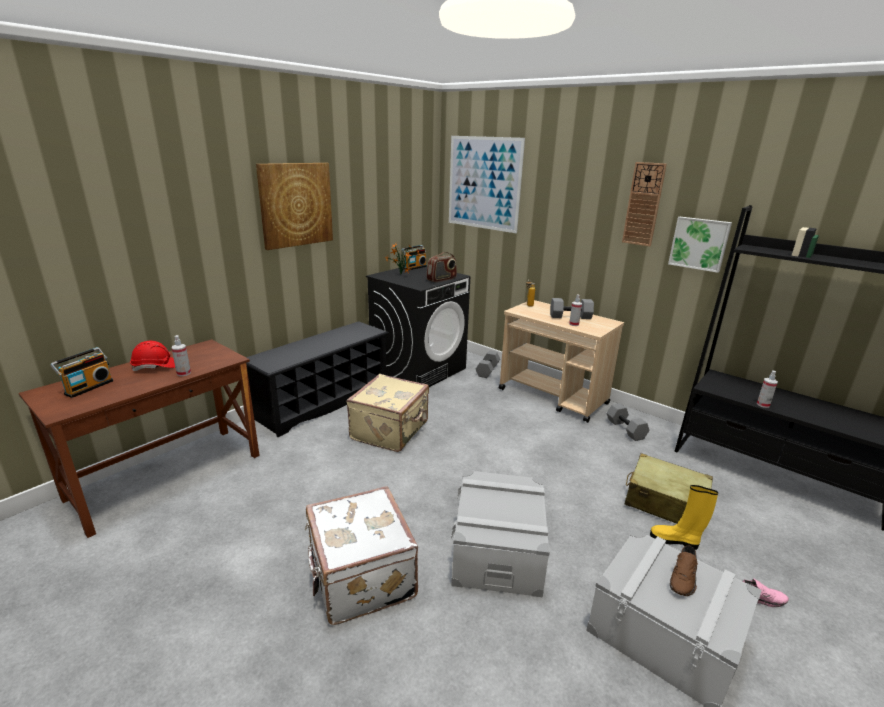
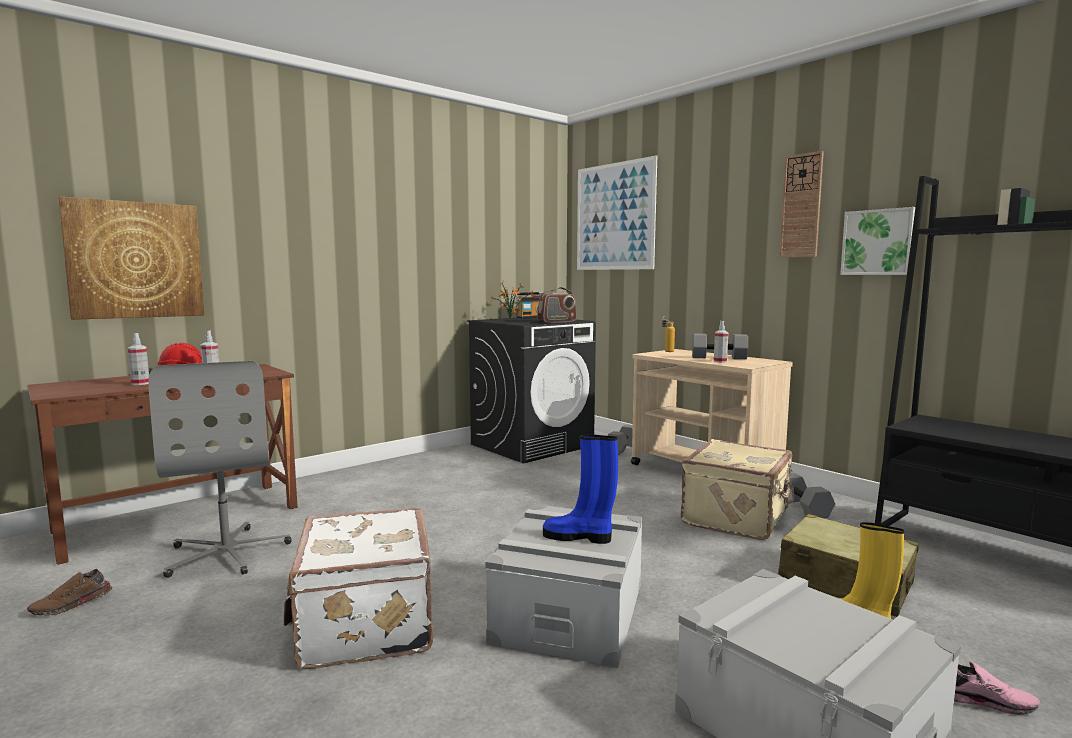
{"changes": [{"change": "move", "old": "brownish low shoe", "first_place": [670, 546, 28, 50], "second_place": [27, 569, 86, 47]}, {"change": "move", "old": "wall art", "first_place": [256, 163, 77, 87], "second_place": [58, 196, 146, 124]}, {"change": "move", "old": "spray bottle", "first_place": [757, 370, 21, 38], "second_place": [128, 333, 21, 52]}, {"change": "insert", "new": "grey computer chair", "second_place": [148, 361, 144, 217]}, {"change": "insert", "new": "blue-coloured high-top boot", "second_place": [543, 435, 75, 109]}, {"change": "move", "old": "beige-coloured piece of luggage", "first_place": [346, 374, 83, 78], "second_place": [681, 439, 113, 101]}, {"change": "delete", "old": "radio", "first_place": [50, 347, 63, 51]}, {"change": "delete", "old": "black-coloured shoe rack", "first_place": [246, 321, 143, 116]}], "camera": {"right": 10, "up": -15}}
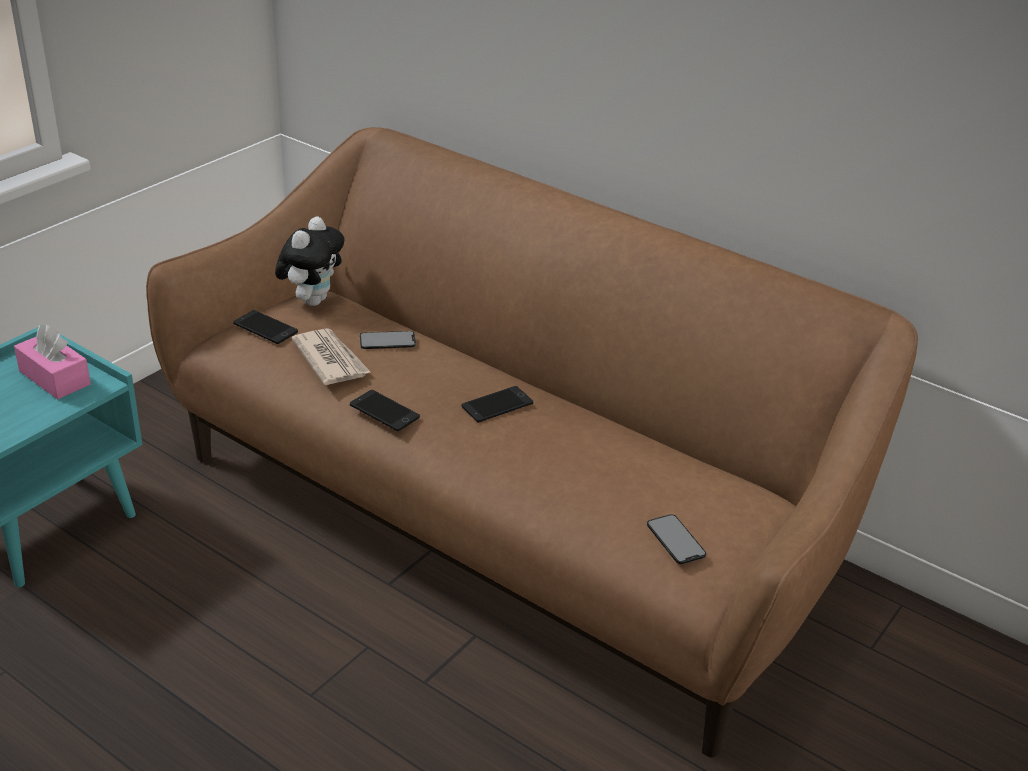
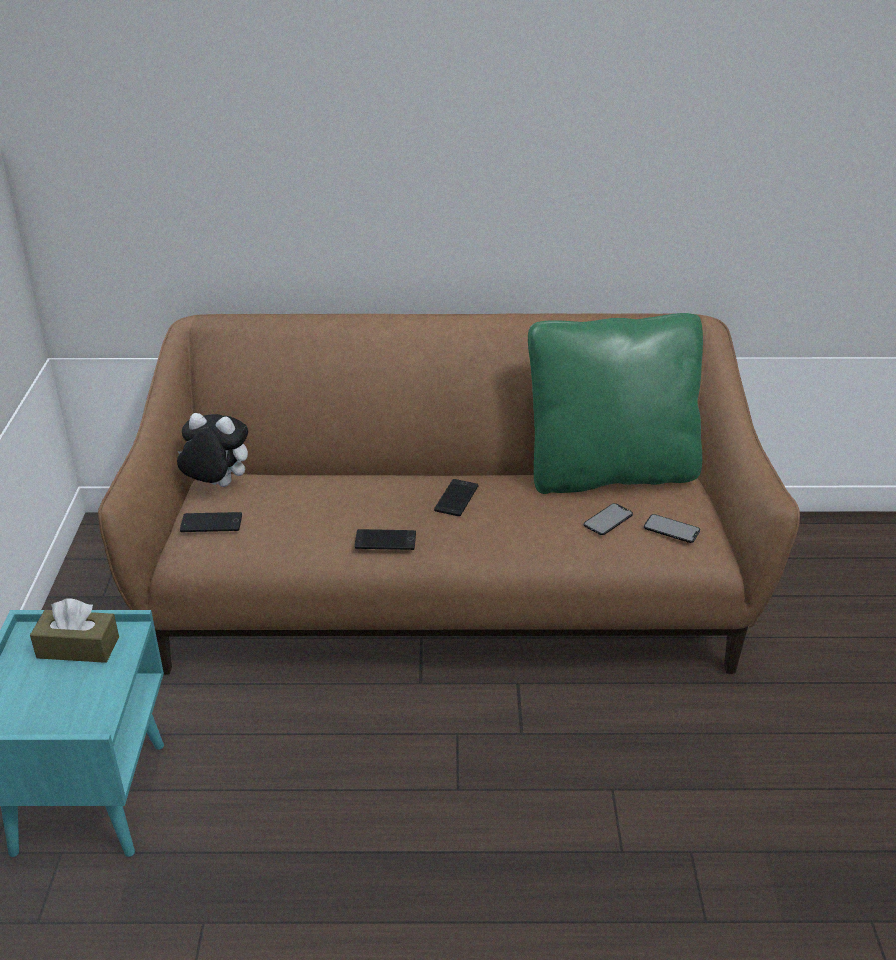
{"changes": [{"change": "recolor", "old": "pinkish tissue holder", "new": "brownish tissue holder", "first_place": [14, 325, 77, 74], "second_place": [30, 598, 89, 65]}, {"change": "rotate", "old": "soft toy", "first_place": [275, 217, 69, 89], "second_place": [177, 413, 71, 74], "degrees": -60}, {"change": "insert", "new": "green cushion", "second_place": [528, 313, 175, 181]}, {"change": "move", "old": "telephone", "first_place": [360, 331, 56, 18], "second_place": [584, 503, 49, 32]}, {"change": "delete", "old": "daily paper", "first_place": [292, 328, 78, 57]}], "camera": {"right": -35, "up": 0}}
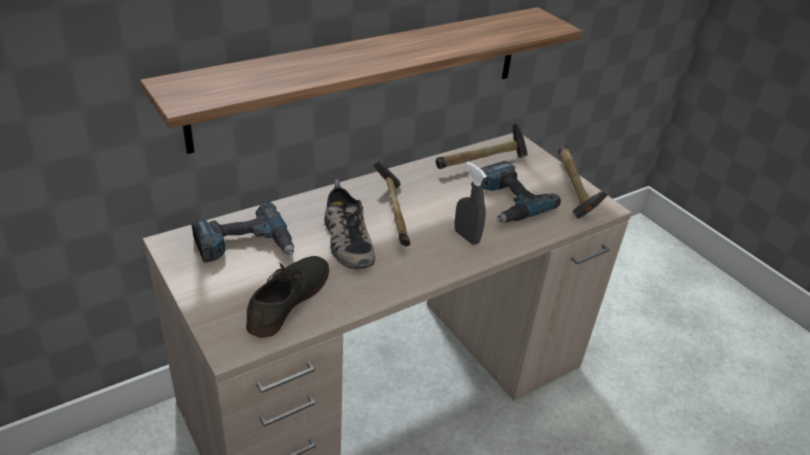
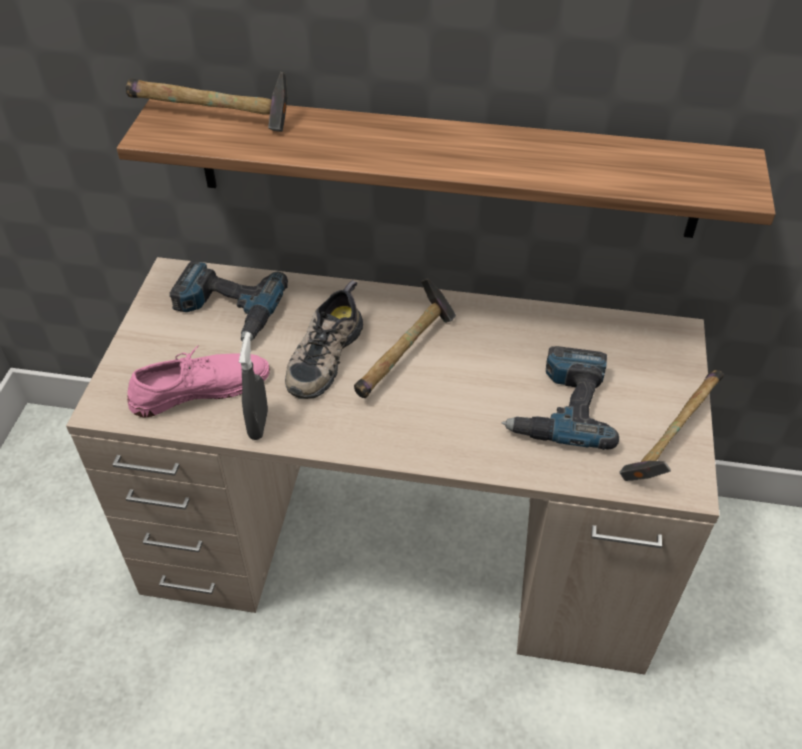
{"changes": [{"change": "move", "old": "tool hammer", "first_place": [436, 124, 92, 45], "second_place": [126, 72, 162, 60]}, {"change": "recolor", "old": "grey low shoe", "new": "pinkish low shoe", "first_place": [246, 256, 83, 82], "second_place": [127, 345, 143, 72]}, {"change": "move", "old": "grey spray bottle", "first_place": [455, 162, 32, 83], "second_place": [239, 332, 29, 108]}], "camera": {"right": 45, "up": 10}}
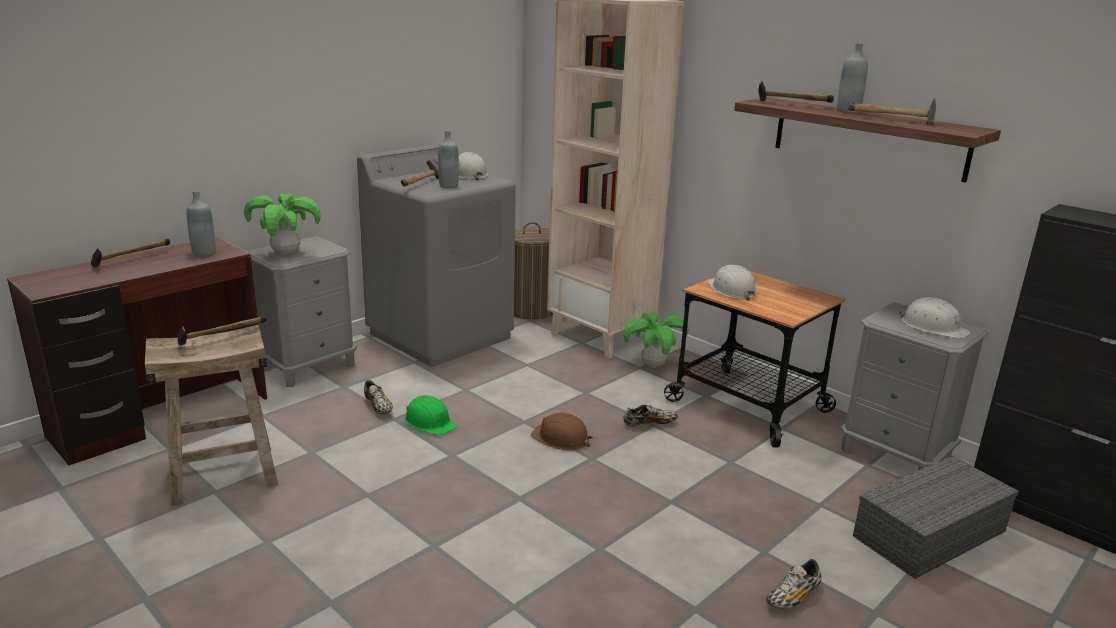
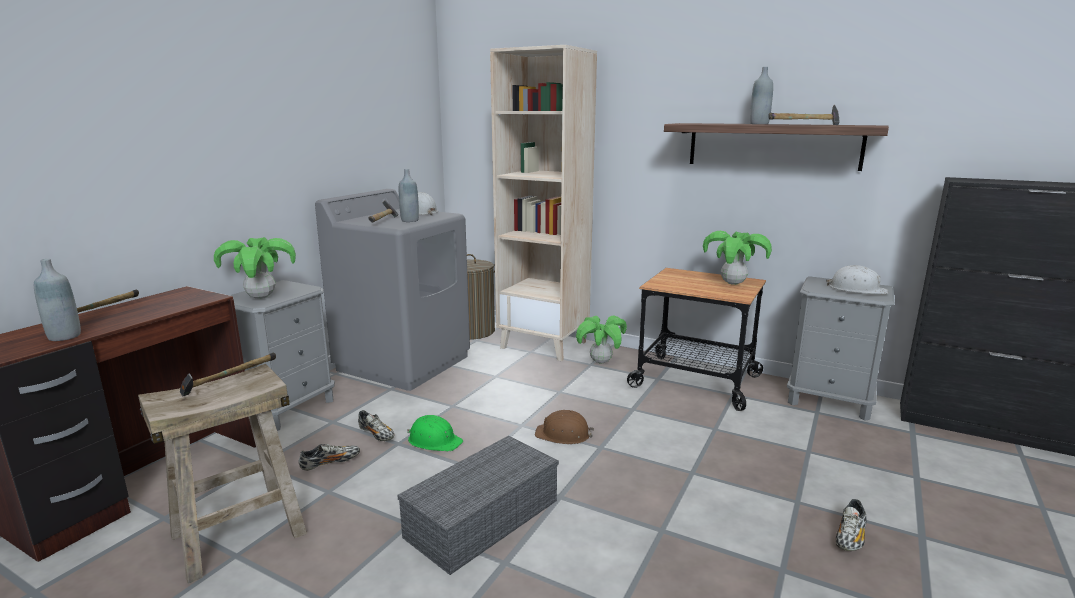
{"changes": [{"change": "move", "old": "grey beverage bottle", "first_place": [187, 191, 29, 65], "second_place": [34, 259, 47, 82]}, {"change": "move", "old": "low shoe", "first_place": [624, 405, 54, 22], "second_place": [299, 443, 61, 28]}, {"change": "move", "old": "grey storage bin", "first_place": [853, 456, 166, 123], "second_place": [397, 436, 162, 139]}, {"change": "insert", "new": "potted plant", "second_place": [703, 231, 69, 54]}, {"change": "delete", "old": "white-coloured safety helmet", "first_place": [707, 265, 50, 36]}, {"change": "delete", "old": "tool hammer", "first_place": [758, 80, 76, 23]}], "camera": {"right": -15, "up": -5}}
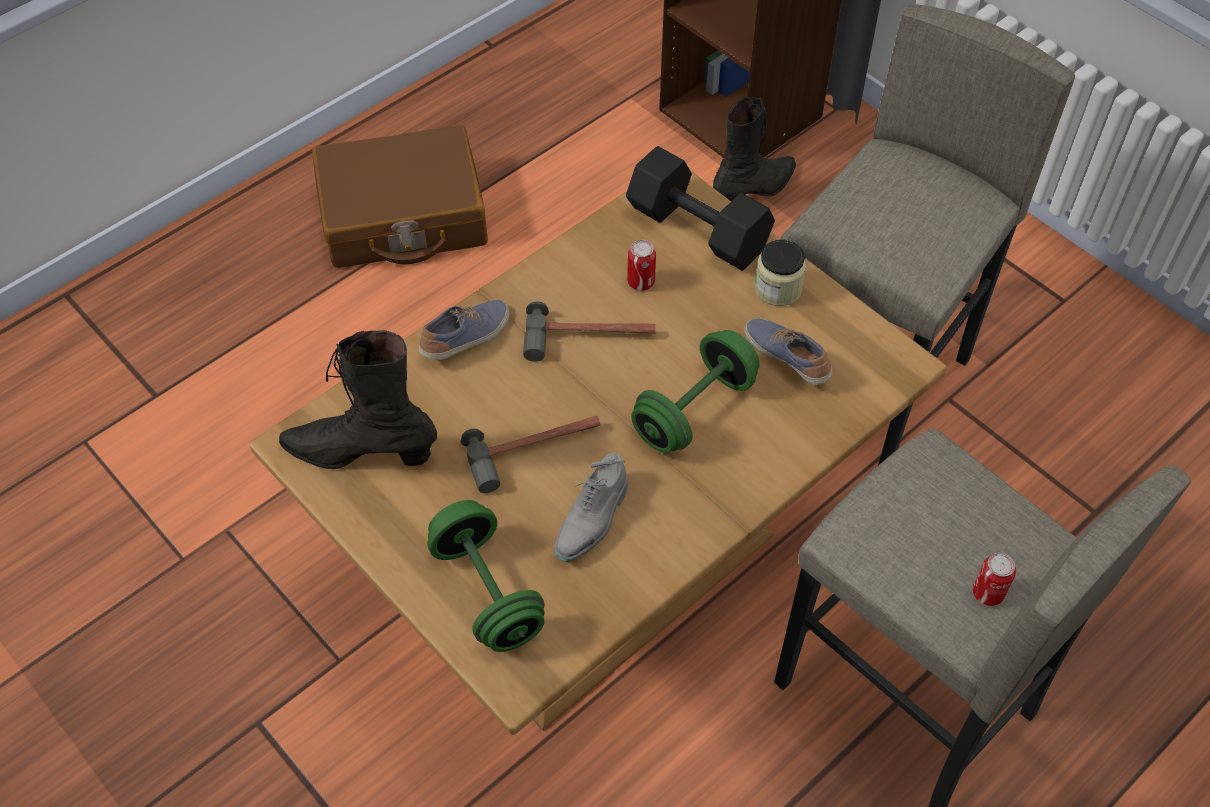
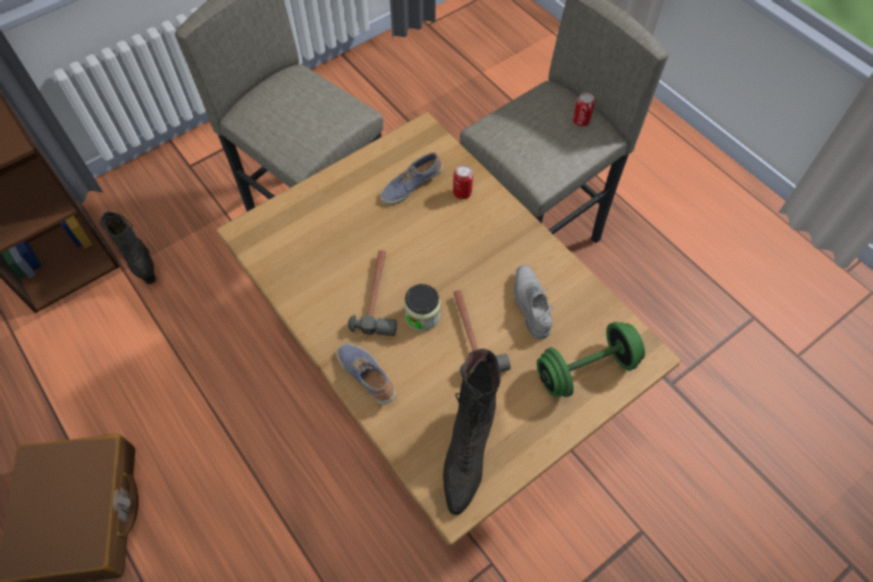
{"changes": [{"change": "move", "old": "jar", "first_place": [754, 240, 52, 66], "second_place": [404, 284, 37, 48]}, {"change": "move", "old": "sealed can", "first_place": [627, 240, 29, 51], "second_place": [453, 165, 20, 34]}, {"change": "rotate", "old": "grey low shoe", "first_place": [554, 453, 74, 109], "second_place": [514, 265, 39, 74], "degrees": -135}, {"change": "delete", "old": "black-coloured hand weight", "first_place": [626, 146, 149, 125]}, {"change": "delete", "old": "green hand weight", "first_place": [631, 330, 129, 123]}], "camera": {"right": -85, "up": 5}}
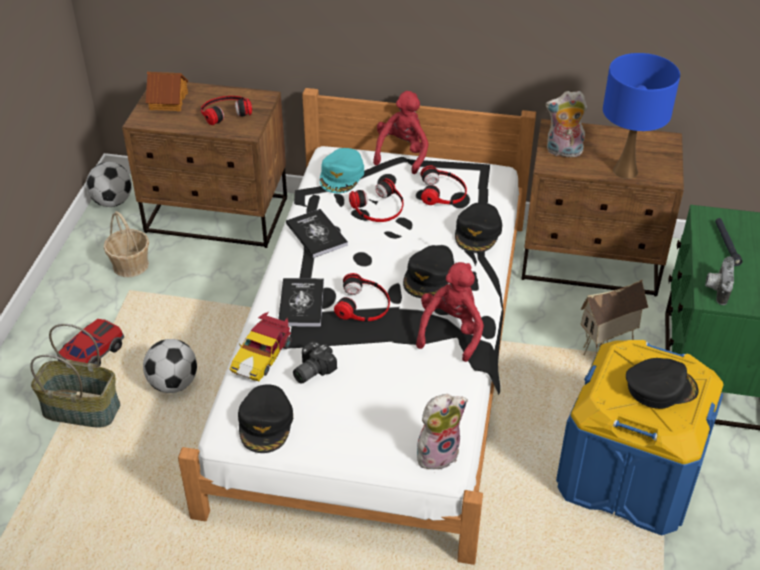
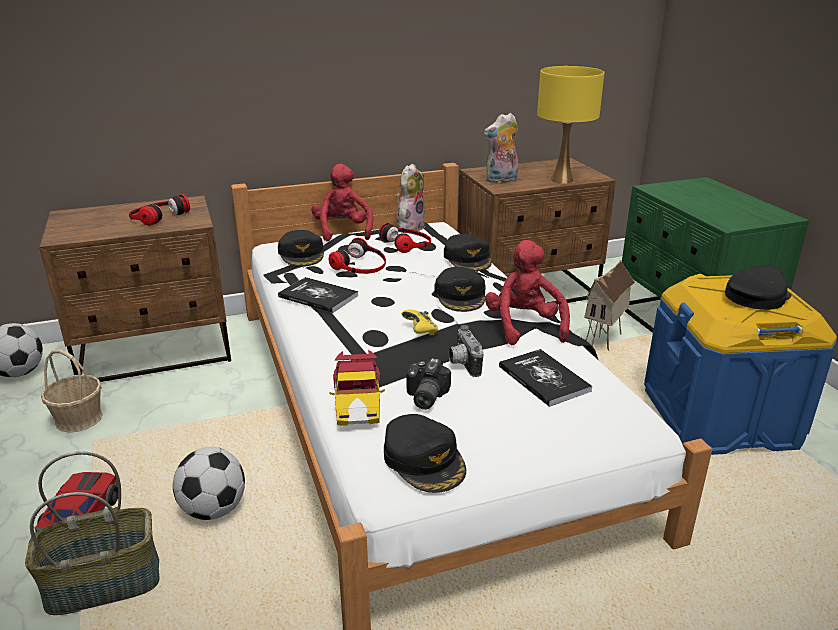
{"changes": [{"change": "recolor", "old": "turquoise-coloured peaked cap", "new": "black-coloured peaked cap", "first_place": [320, 148, 44, 45], "second_place": [278, 230, 46, 37]}, {"change": "move", "old": "soft toy", "first_place": [417, 394, 51, 75], "second_place": [396, 164, 29, 67]}, {"change": "replace", "old": "pair of headphones", "new": "yellowish gamepad", "first_place": [334, 273, 56, 49], "second_place": [402, 310, 36, 25]}, {"change": "move", "old": "still camera", "first_place": [705, 256, 29, 49], "second_place": [448, 325, 36, 52]}, {"change": "move", "old": "book", "first_place": [279, 278, 45, 49], "second_place": [499, 349, 93, 58]}, {"change": "recolor", "old": "blue-coloured lamp for a table", "new": "yellowish lamp for a table", "first_place": [603, 53, 77, 126], "second_place": [537, 66, 68, 118]}, {"change": "delete", "old": "model house", "first_place": [146, 72, 42, 39]}, {"change": "delete", "old": "black-coloured hand torch", "first_place": [715, 218, 28, 48]}], "camera": {"right": -30, "up": -15}}
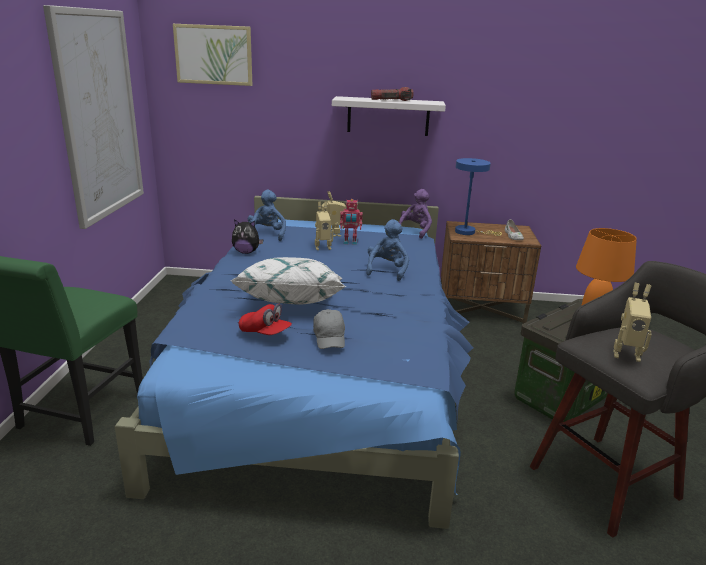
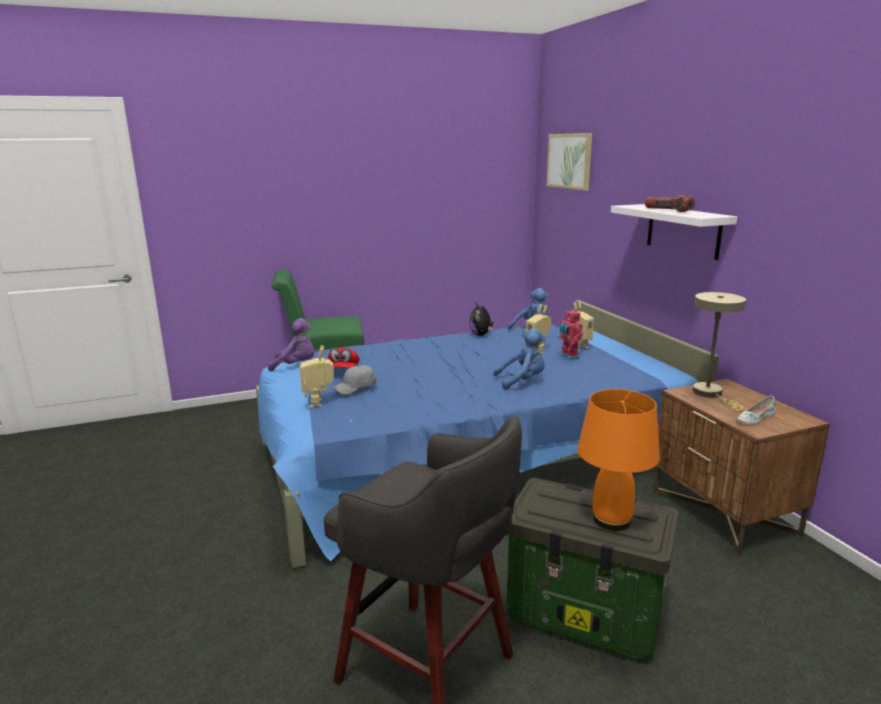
{"changes": [{"change": "move", "old": "purple soft toy", "first_place": [399, 189, 33, 50], "second_place": [268, 318, 46, 54]}, {"change": "move", "old": "model robot", "first_place": [613, 283, 39, 79], "second_place": [300, 345, 34, 63]}, {"change": "recolor", "old": "blue-coloured lamp for a table", "new": "beige-coloured lamp for a table", "first_place": [455, 158, 47, 78], "second_place": [693, 292, 53, 119]}, {"change": "delete", "old": "wall art", "first_place": [43, 5, 101, 224]}, {"change": "delete", "old": "white-coloured cushion", "first_place": [231, 257, 116, 47]}], "camera": {"right": 65, "up": -5}}
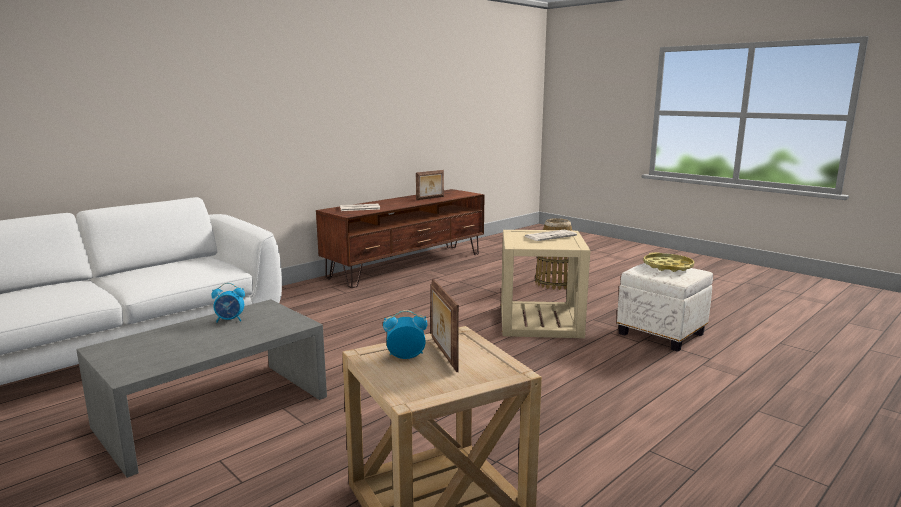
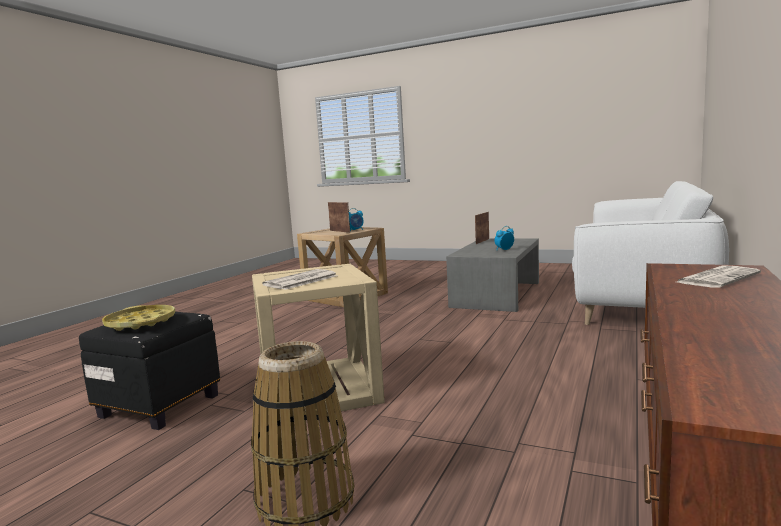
{"changes": [{"change": "recolor", "old": "white-coloured pouffe", "new": "black-coloured pouffe", "first_place": [617, 263, 96, 89], "second_place": [79, 312, 141, 118]}, {"change": "move", "old": "picture frame", "first_place": [416, 170, 28, 30], "second_place": [475, 212, 14, 32]}], "camera": {"right": 160, "up": -5}}
